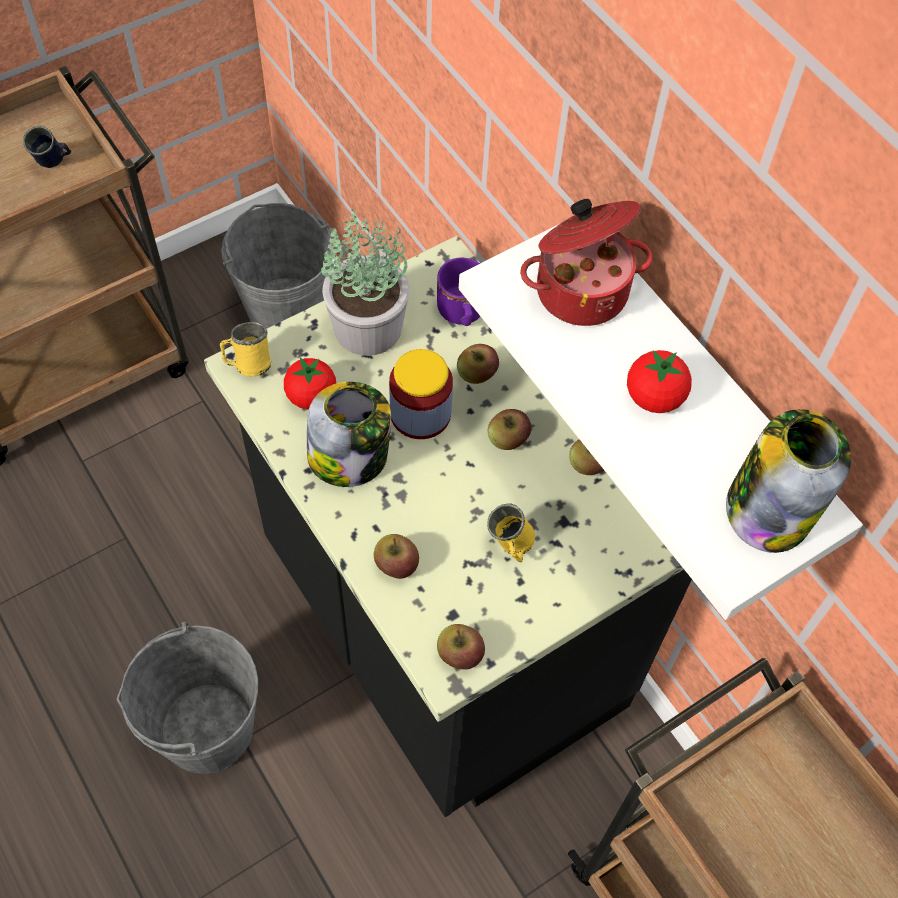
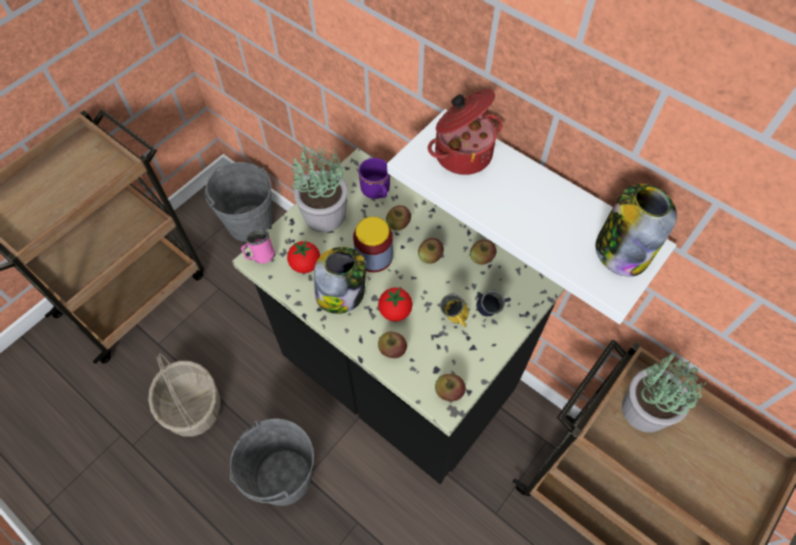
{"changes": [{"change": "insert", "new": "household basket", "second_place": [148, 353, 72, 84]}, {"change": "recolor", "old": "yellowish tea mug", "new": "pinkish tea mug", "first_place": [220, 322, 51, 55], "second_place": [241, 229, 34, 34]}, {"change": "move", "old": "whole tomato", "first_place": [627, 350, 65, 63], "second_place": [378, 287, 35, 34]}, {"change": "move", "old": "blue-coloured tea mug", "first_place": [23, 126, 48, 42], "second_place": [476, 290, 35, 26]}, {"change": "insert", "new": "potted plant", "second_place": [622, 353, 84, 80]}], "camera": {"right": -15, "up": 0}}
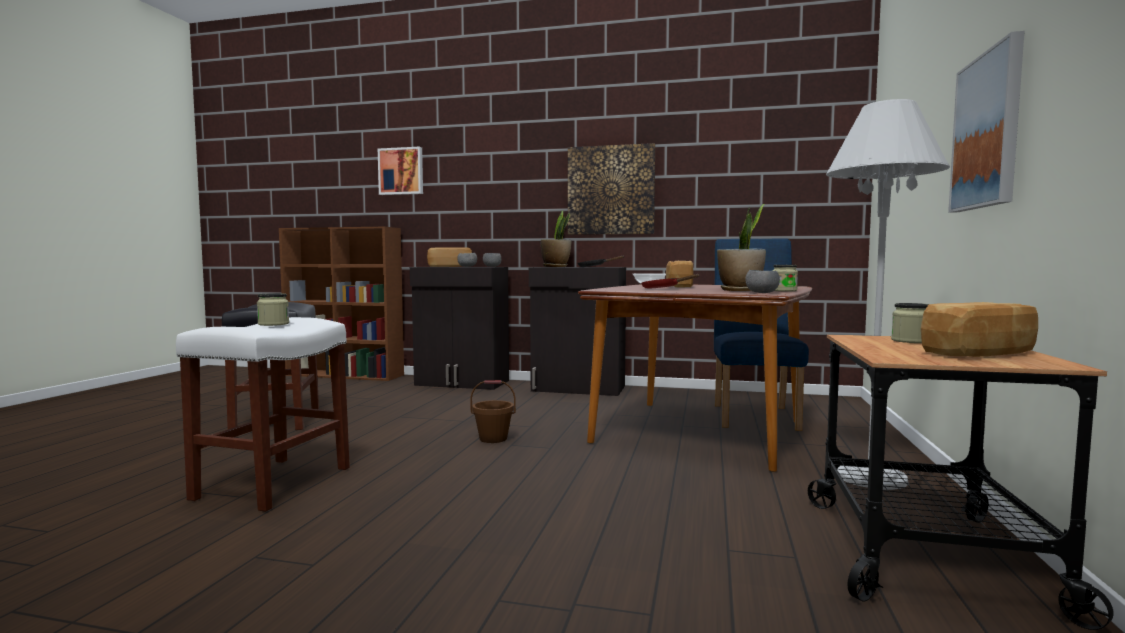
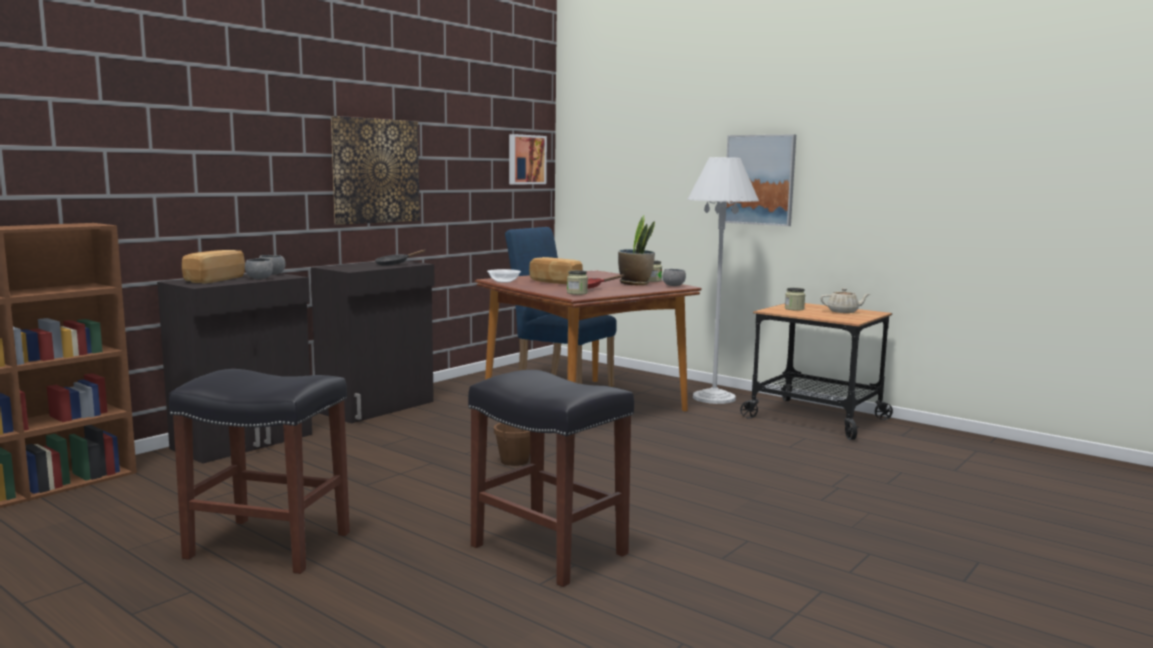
{"changes": [{"change": "recolor", "old": "white-coloured stool", "new": "black-coloured stool", "first_place": [176, 317, 174, 195], "second_place": [468, 370, 166, 217]}, {"change": "move", "old": "wall art", "first_place": [378, 147, 45, 48], "second_place": [509, 134, 38, 50]}, {"change": "move", "old": "jar", "first_place": [257, 293, 32, 33], "second_place": [567, 270, 21, 25]}, {"change": "replace", "old": "bread", "new": "beige-coloured pot for tea", "first_place": [921, 302, 117, 55], "second_place": [820, 288, 50, 25]}, {"change": "delete", "old": "potted plant", "first_place": [541, 211, 31, 56]}], "camera": {"right": -65, "up": 5}}
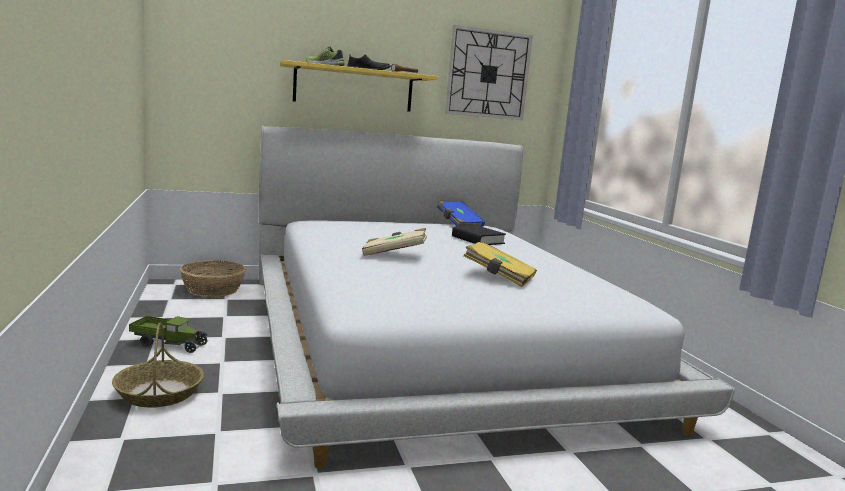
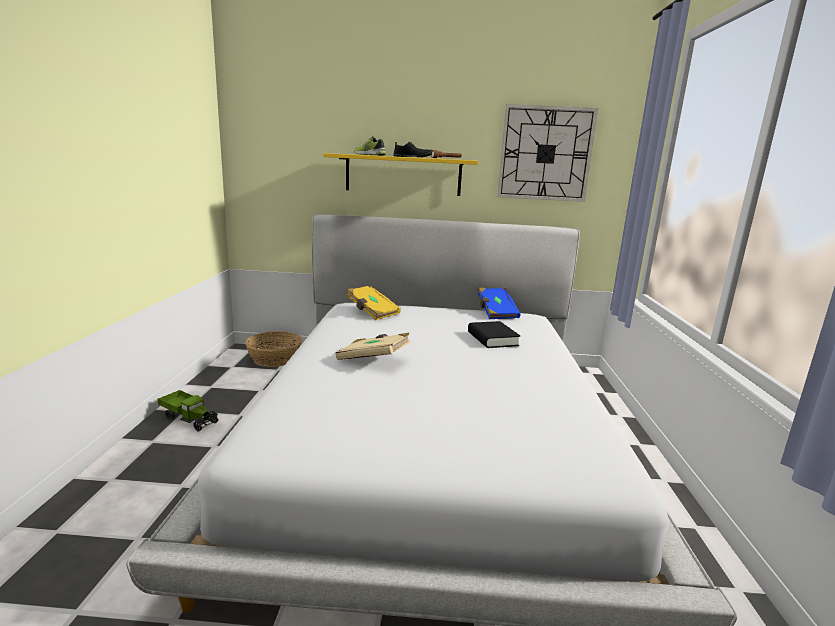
{"changes": [{"change": "move", "old": "yellowish book", "first_place": [463, 241, 74, 46], "second_place": [346, 285, 55, 35]}, {"change": "delete", "old": "household basket", "first_place": [112, 322, 92, 86]}], "camera": {"right": 20, "up": 5}}
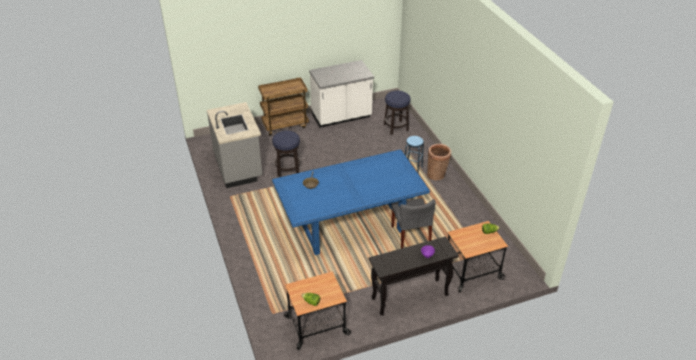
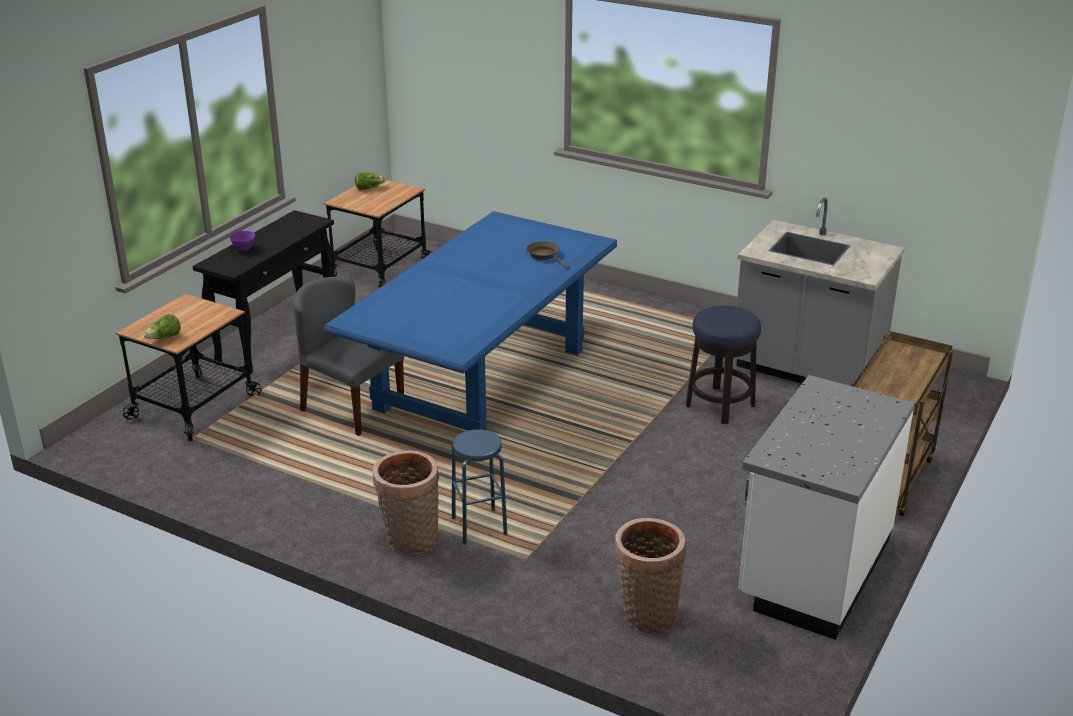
{"changes": [{"change": "replace", "old": "stool", "new": "household basket", "first_place": [384, 91, 27, 44], "second_place": [615, 518, 71, 116]}], "camera": {"right": 140, "up": -10}}
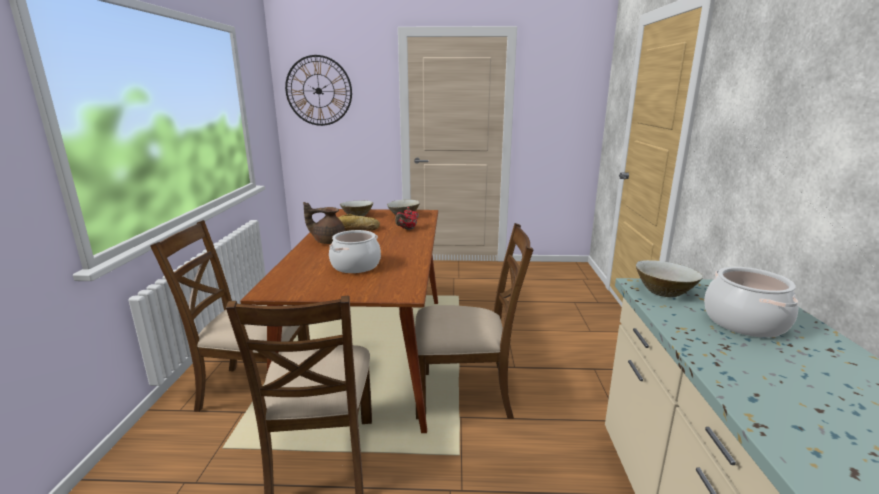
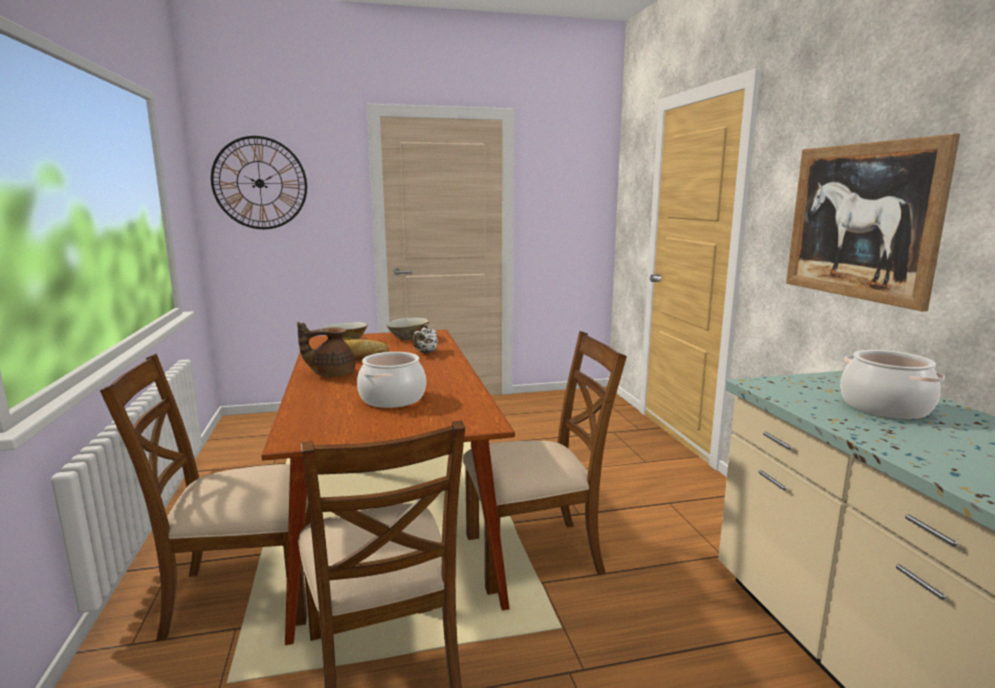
{"changes": [{"change": "recolor", "old": "red pot for tea", "new": "white-coloured pot for tea", "first_place": [395, 207, 24, 23], "second_place": [413, 324, 25, 29]}, {"change": "insert", "new": "wall art", "second_place": [786, 134, 174, 178]}, {"change": "delete", "old": "beige-coloured deep dish", "first_place": [636, 260, 67, 37]}], "camera": {"right": -15, "up": -5}}
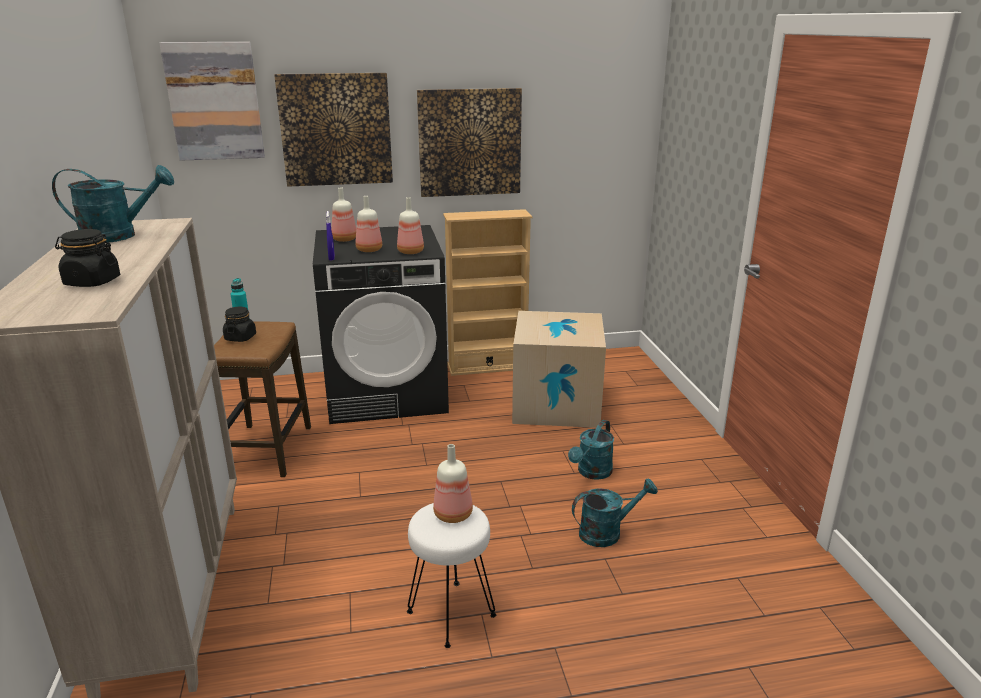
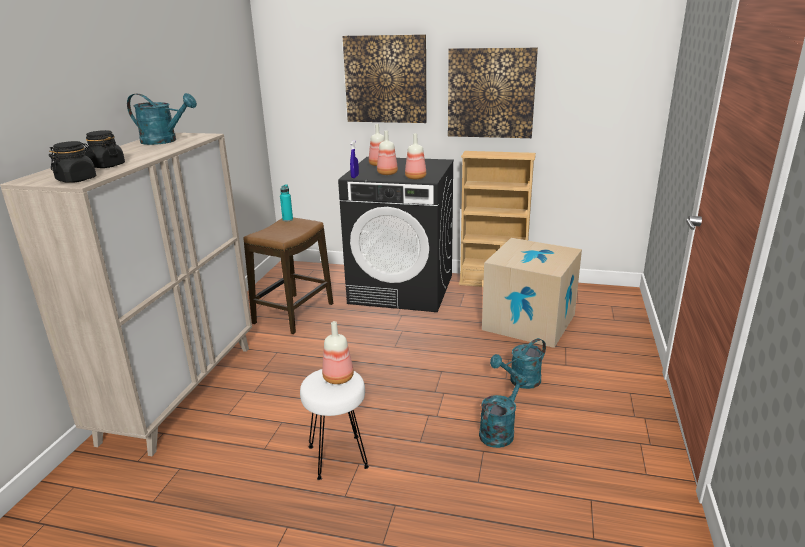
{"changes": [{"change": "move", "old": "black-coloured jar", "first_place": [223, 307, 33, 35], "second_place": [49, 141, 47, 42]}, {"change": "rotate", "old": "turquoise-coloured watering pot", "first_place": [572, 478, 86, 69], "second_place": [479, 374, 49, 74], "degrees": -60}, {"change": "delete", "old": "wall art", "first_place": [159, 42, 106, 119]}], "camera": {"right": 25, "up": 0}}
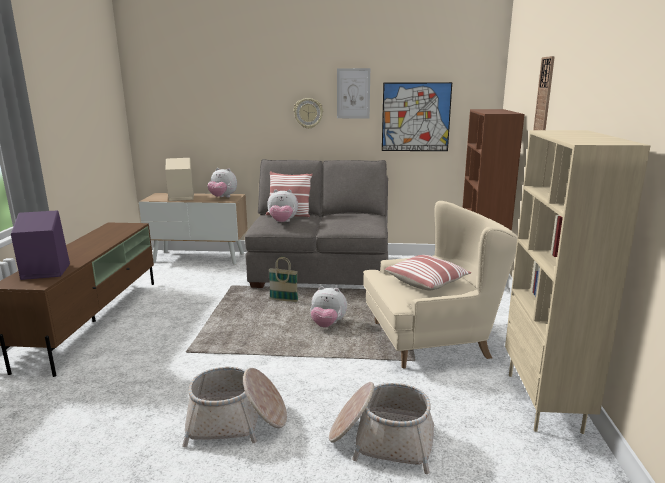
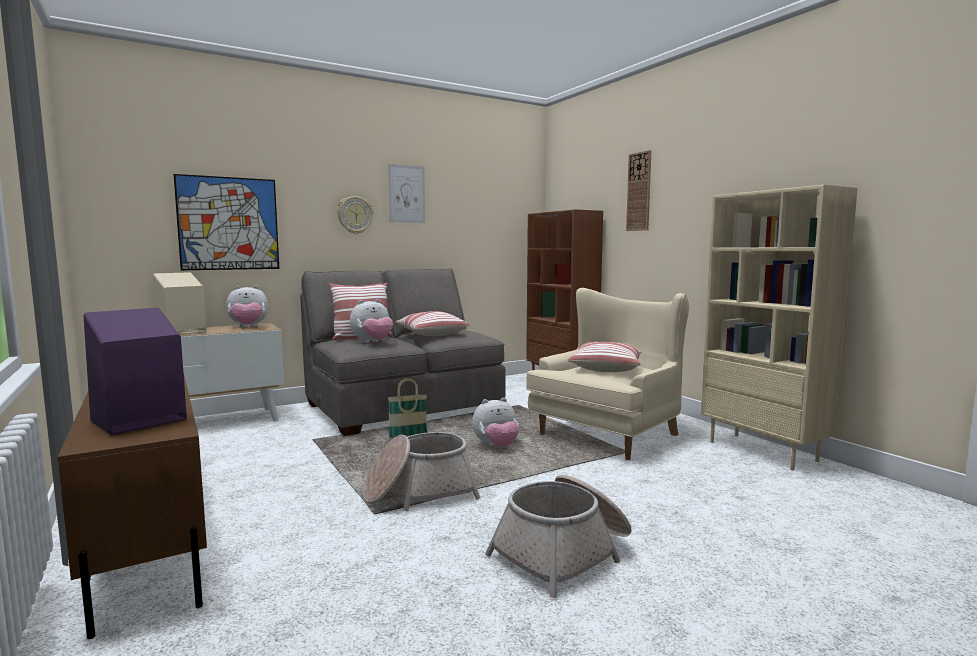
{"changes": [{"change": "move", "old": "wall art", "first_place": [382, 82, 70, 69], "second_place": [174, 174, 105, 96]}, {"change": "move", "old": "household basket", "first_place": [329, 382, 105, 92], "second_place": [363, 432, 118, 79]}, {"change": "insert", "new": "cushion", "second_place": [395, 311, 74, 25]}], "camera": {"right": -35, "up": -10}}
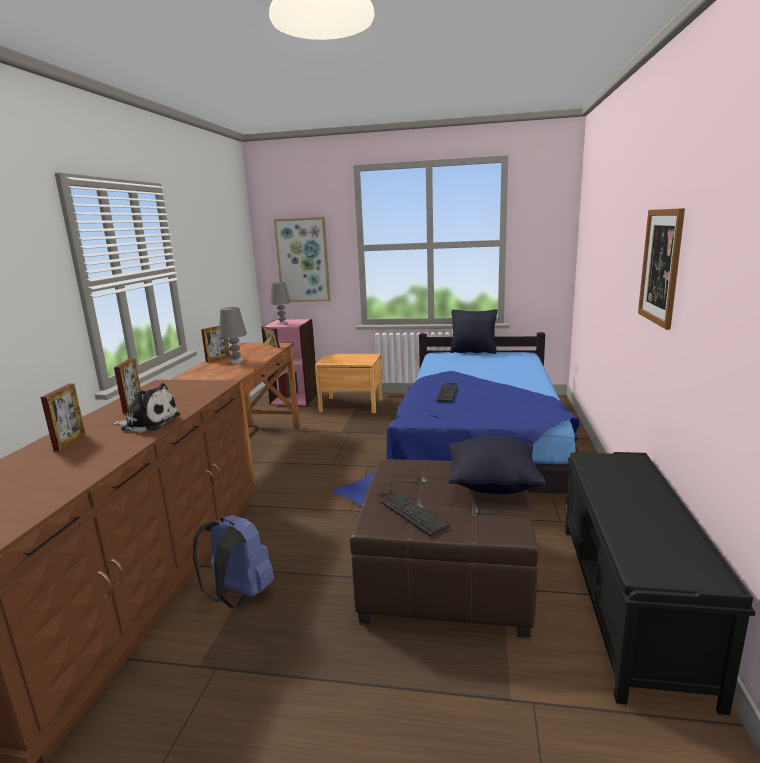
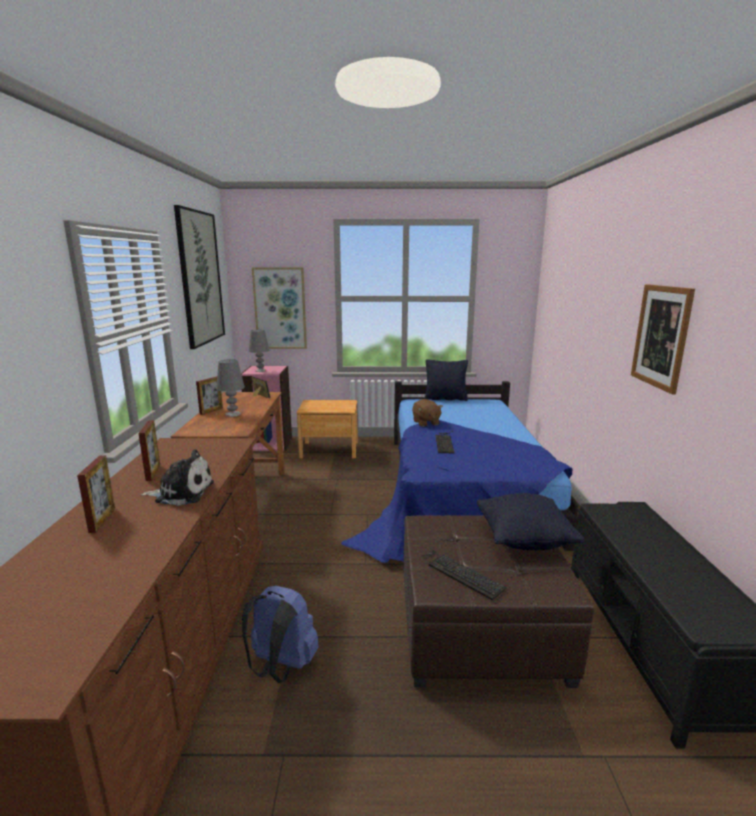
{"changes": [{"change": "insert", "new": "wall art", "second_place": [174, 205, 51, 144]}, {"change": "insert", "new": "brownish soft toy", "second_place": [412, 399, 31, 28]}], "camera": {"right": -10, "up": 0}}
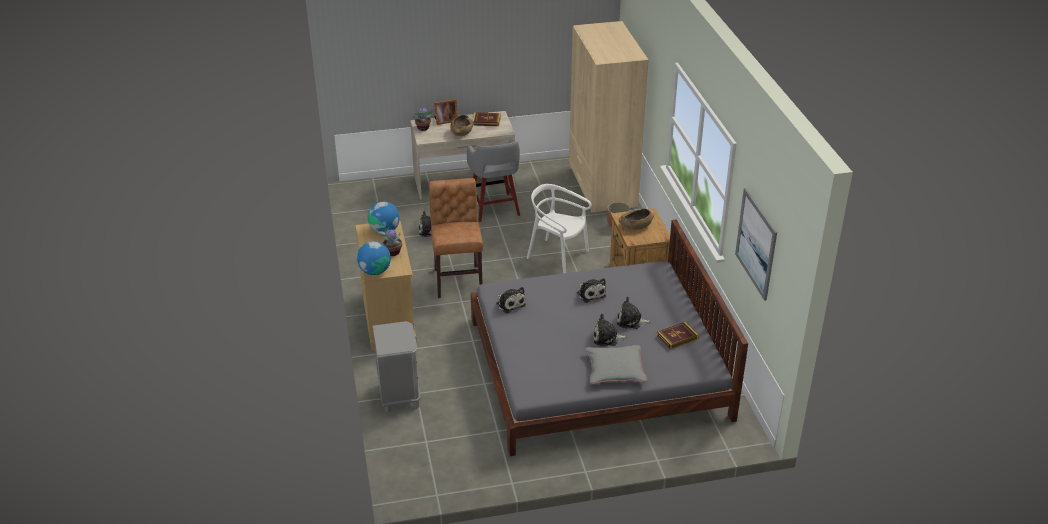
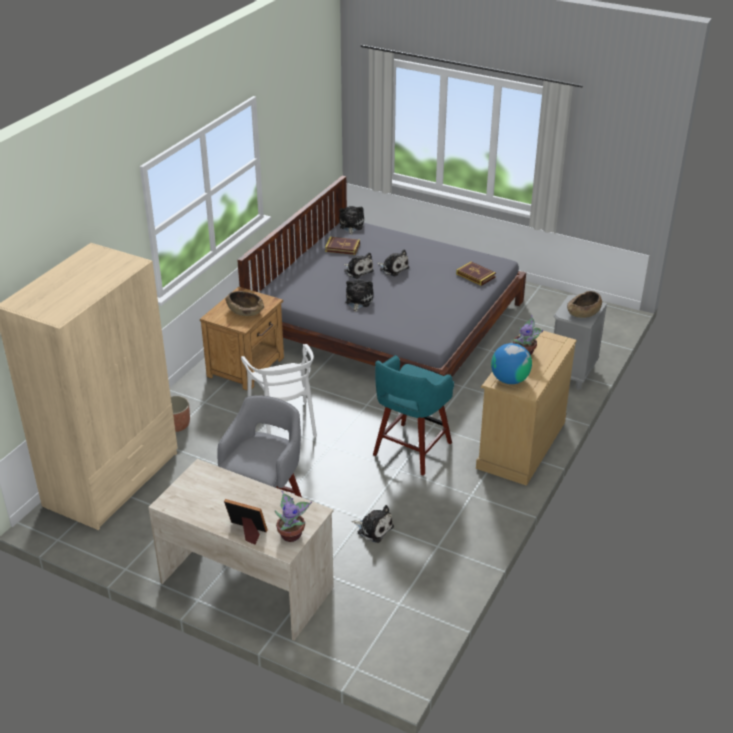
{"changes": [{"change": "move", "old": "soft toy", "first_place": [496, 287, 30, 26], "second_place": [339, 206, 25, 29]}, {"change": "replace", "old": "brownish chair", "new": "turquoise-coloured stool", "first_place": [429, 178, 54, 120], "second_place": [373, 355, 81, 121]}, {"change": "move", "old": "book", "first_place": [472, 112, 29, 14], "second_place": [456, 262, 40, 24]}, {"change": "move", "old": "brownish deep dish", "first_place": [450, 115, 23, 21], "second_place": [567, 291, 35, 27]}, {"change": "delete", "old": "world globe", "first_place": [357, 241, 34, 34]}, {"change": "delete", "old": "grey cushion", "first_place": [585, 345, 62, 39]}, {"change": "delete", "old": "wall art", "first_place": [735, 188, 42, 113]}], "camera": {"right": -140, "up": 0}}
